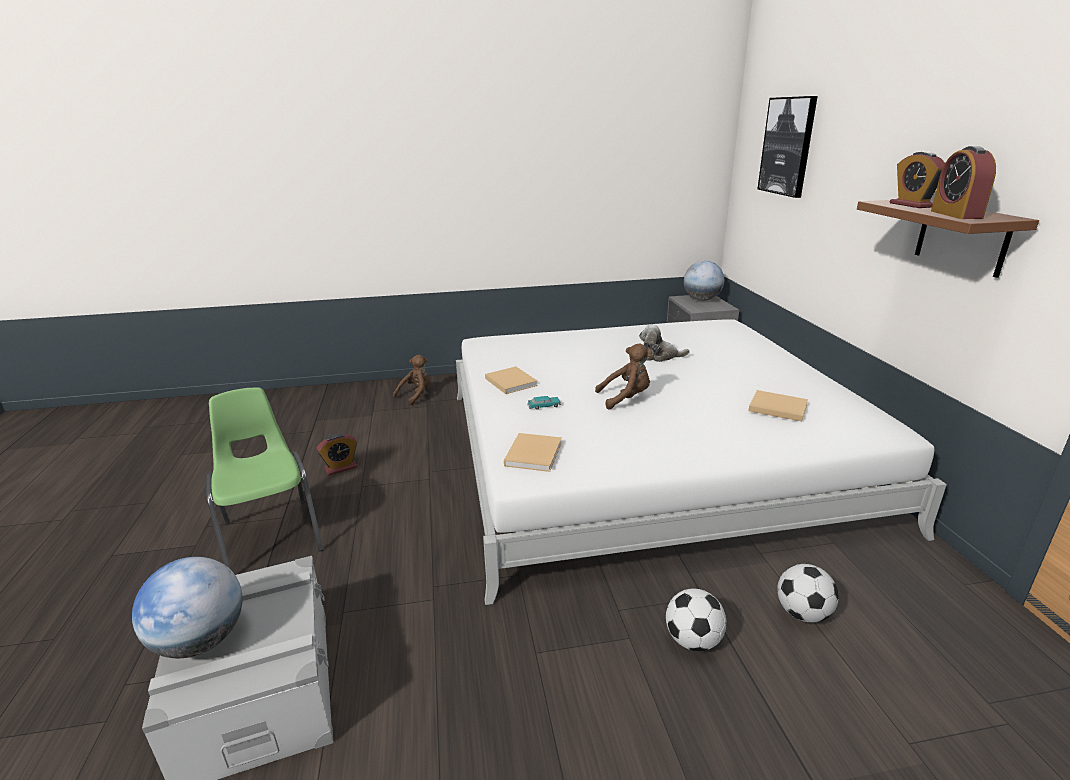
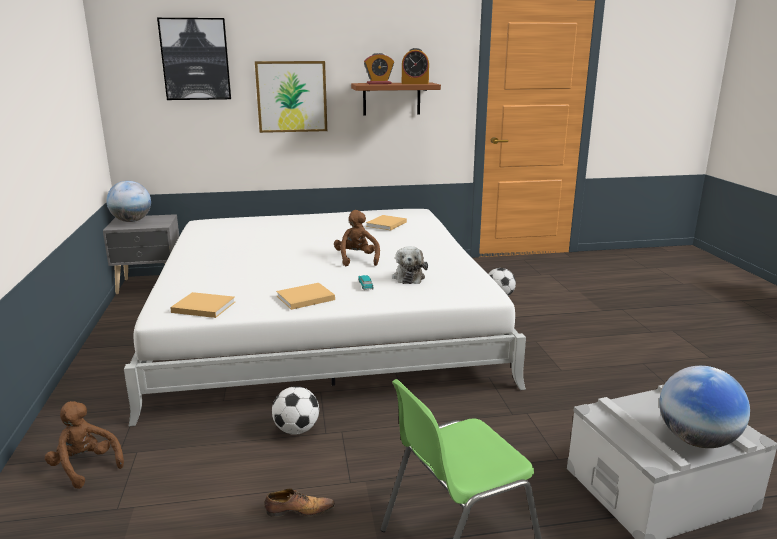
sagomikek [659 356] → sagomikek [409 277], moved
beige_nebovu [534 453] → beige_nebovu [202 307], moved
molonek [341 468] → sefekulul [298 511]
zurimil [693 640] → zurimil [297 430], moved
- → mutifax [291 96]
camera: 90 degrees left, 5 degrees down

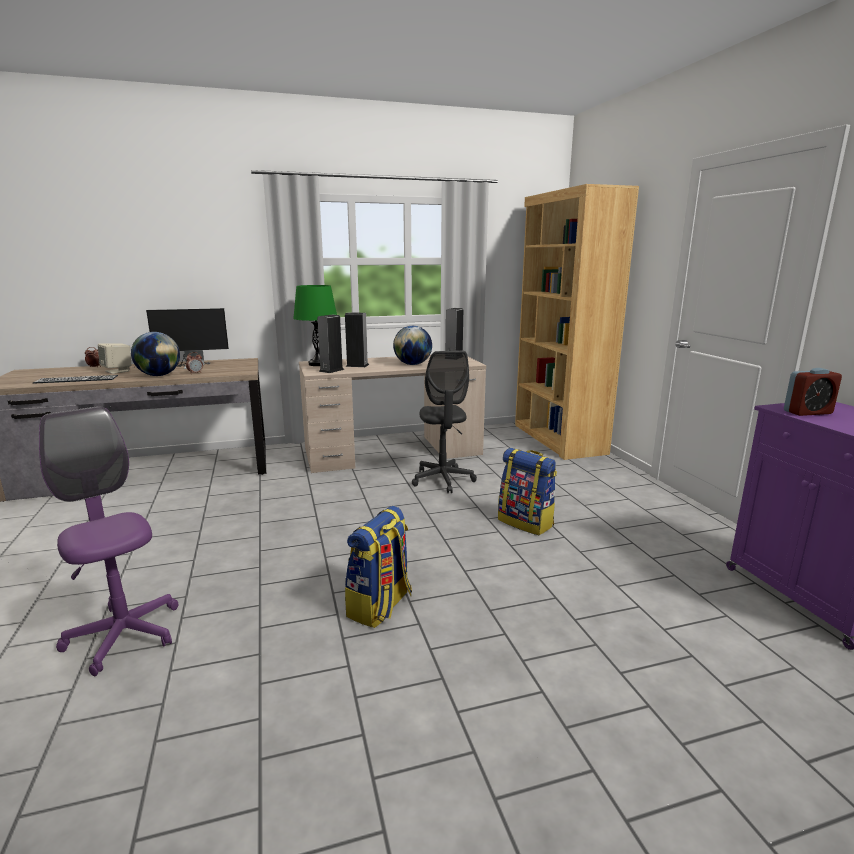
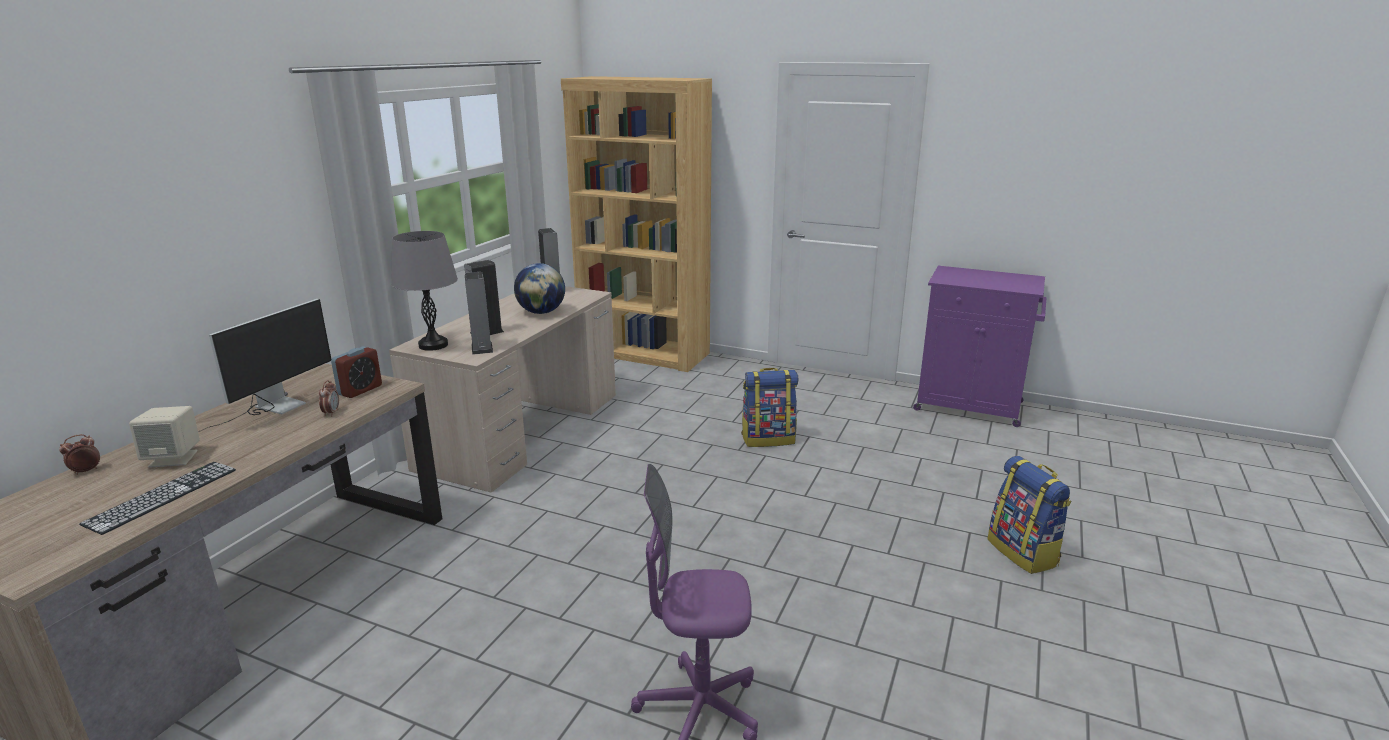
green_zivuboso [318 364] → grey_zivuboso [433 345]
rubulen [159 375] → -
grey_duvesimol [443 480] → -
molonek [807 412] → molonek [360 390], moved
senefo [380 606] → senefo [1023 553], moved
camera: 50 degrees left, 5 degrees up

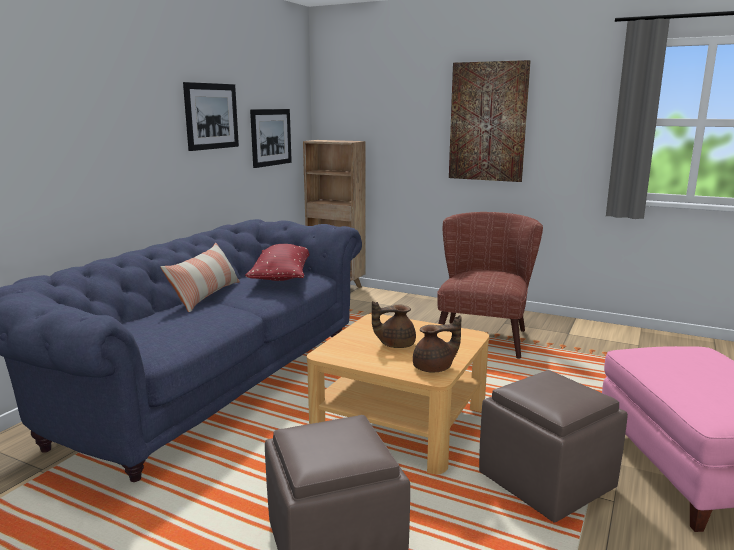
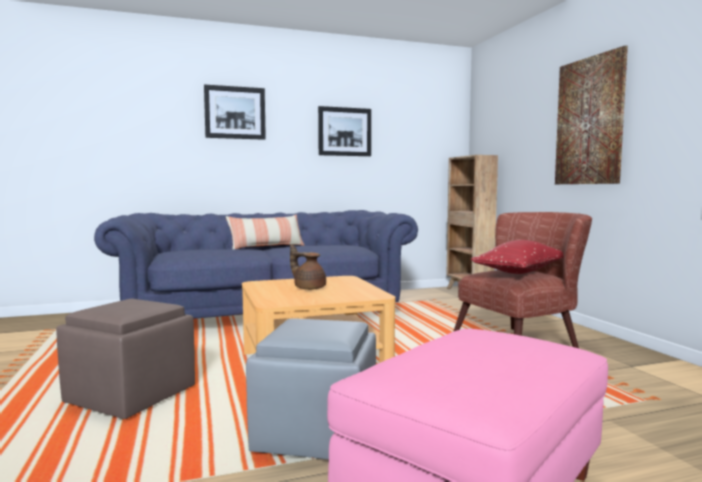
mutifax [271 137] → mutifax [235 112], moved
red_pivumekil [282 276] → red_pivumekil [520 272], moved
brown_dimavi [434 368] → -
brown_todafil [548 482] → grey_todafil [317 434]
camera: 45 degrees right, 10 degrees down

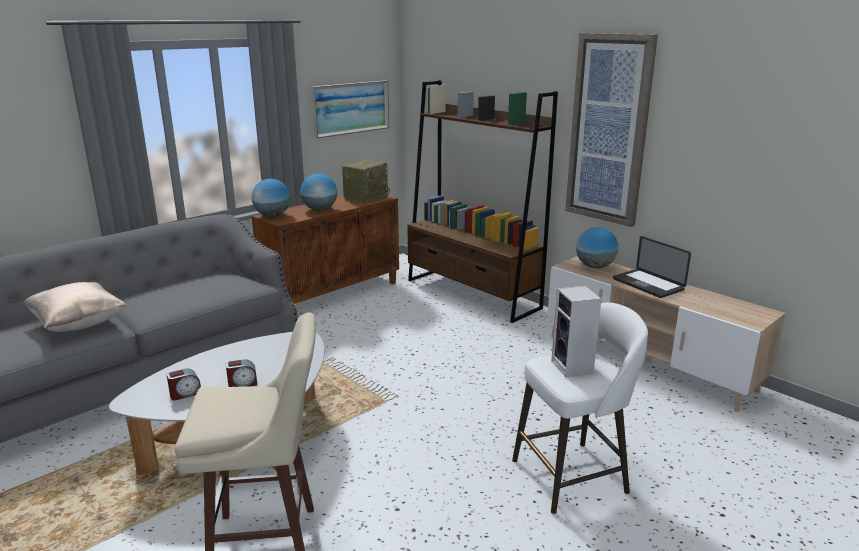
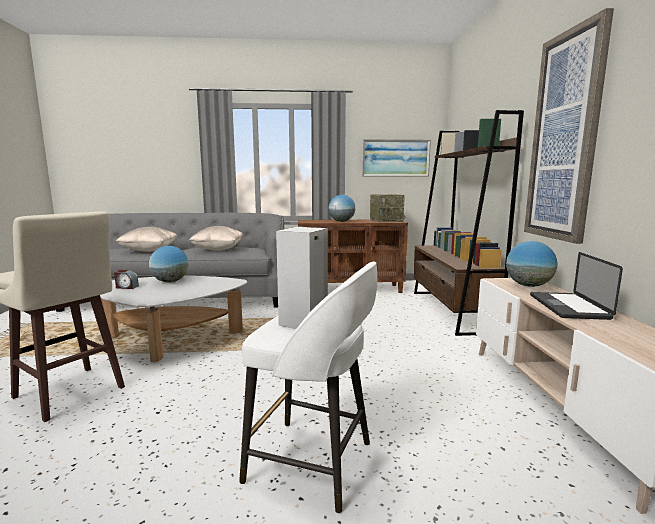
rubulen [272 216] → rubulen [170 281], moved
molonek [242 383] → -
- → beige_pivumekil [218 249]
camera: 40 degrees right, 10 degrees down

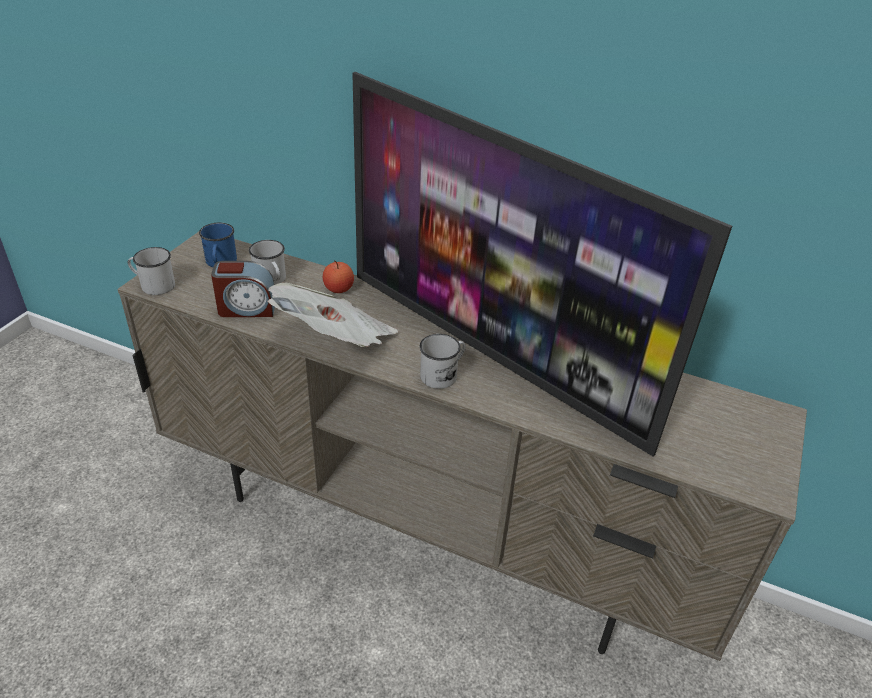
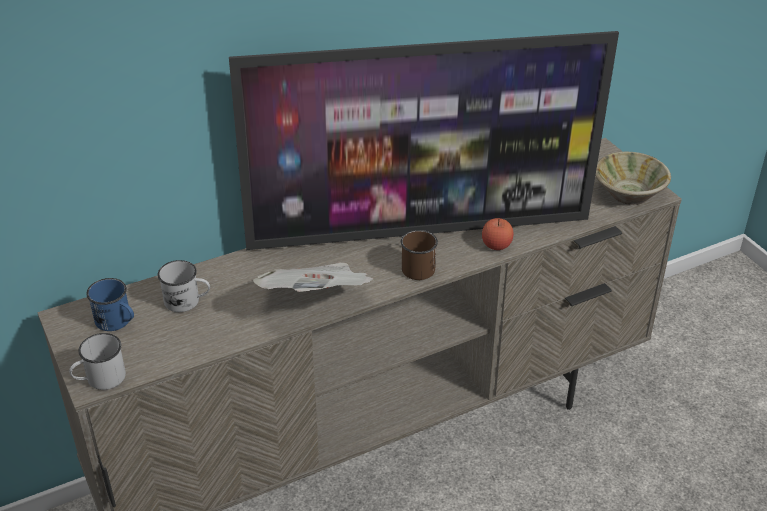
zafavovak [338 289] → zafavovak [496 245], moved
molonek [246 308] → -
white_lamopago [443 374] → brown_lamopago [418 266]
- → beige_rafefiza [628 193]
camera: 50 degrees left, 0 degrees up

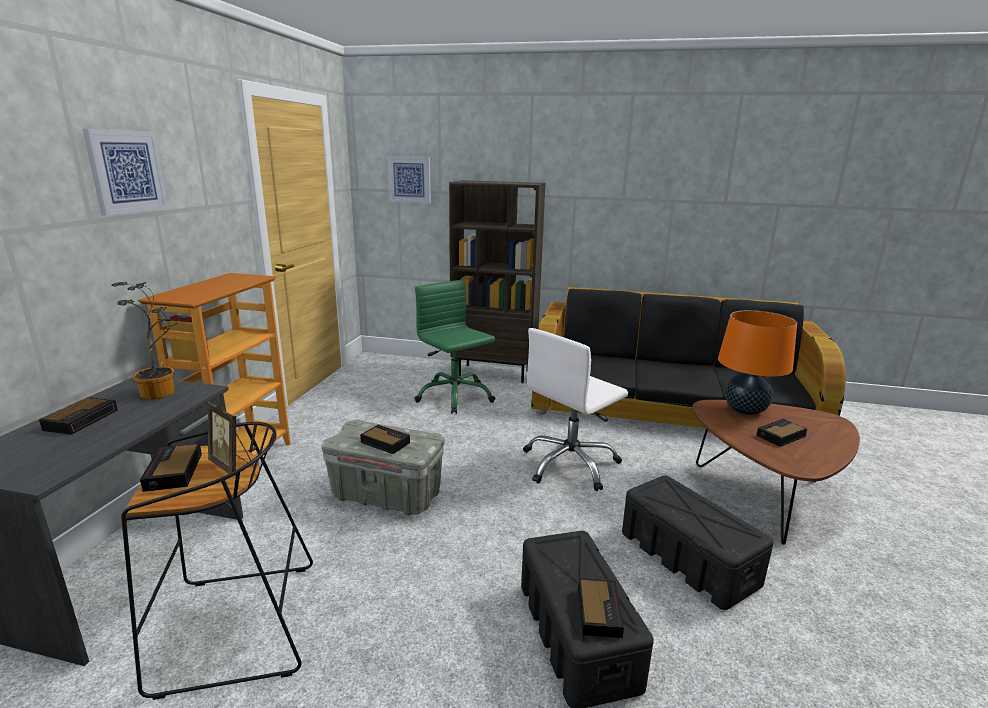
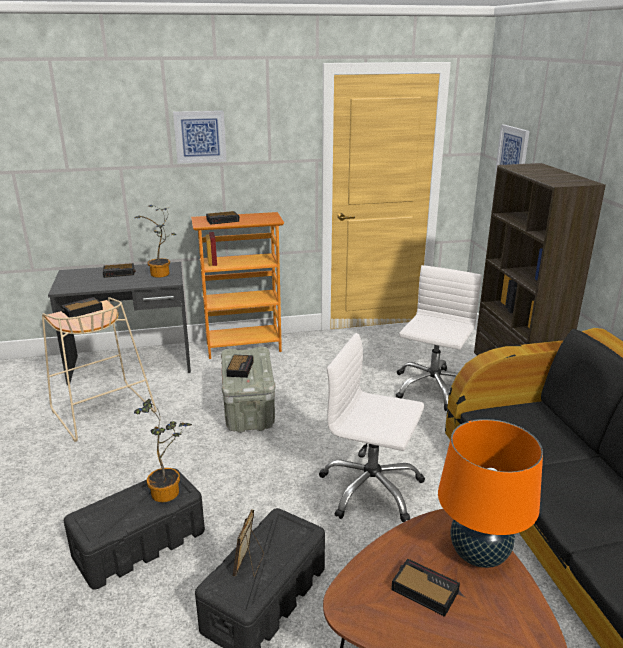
green_duvesimol [454 396] → white_duvesimol [432 388]
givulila [232 465] → givulila [249 564], moved
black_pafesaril [234 628] → beige_pafesaril [101 411]
molonek [599 610] → molonek [223 220], moved
- → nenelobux [169 491]
camera: 65 degrees right, 5 degrees up

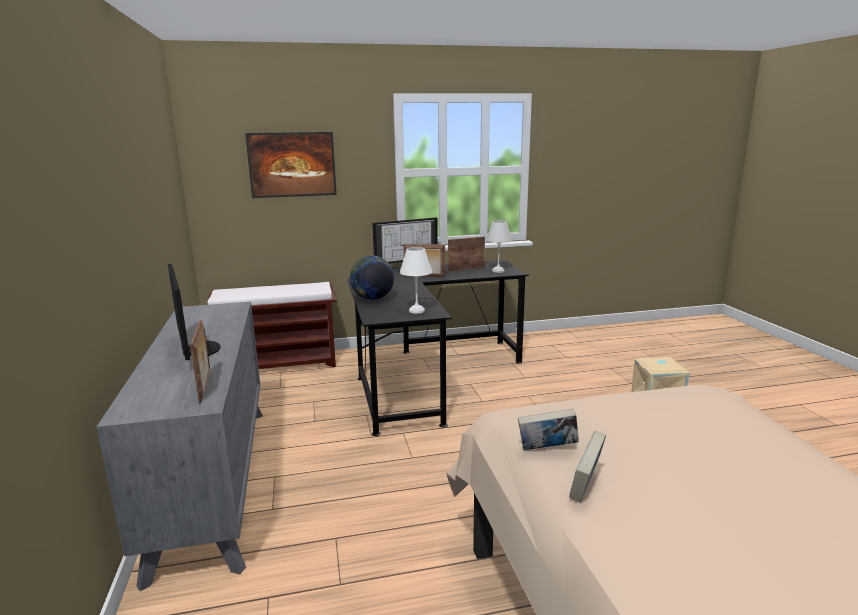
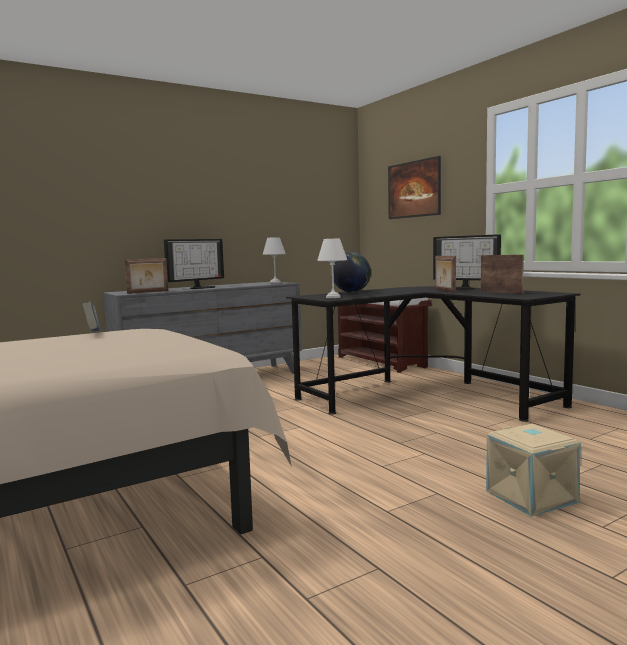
white_zivuboso [498 271] → white_zivuboso [275 283], moved
nebovu [585 487] → -
camera: 70 degrees right, 10 degrees down

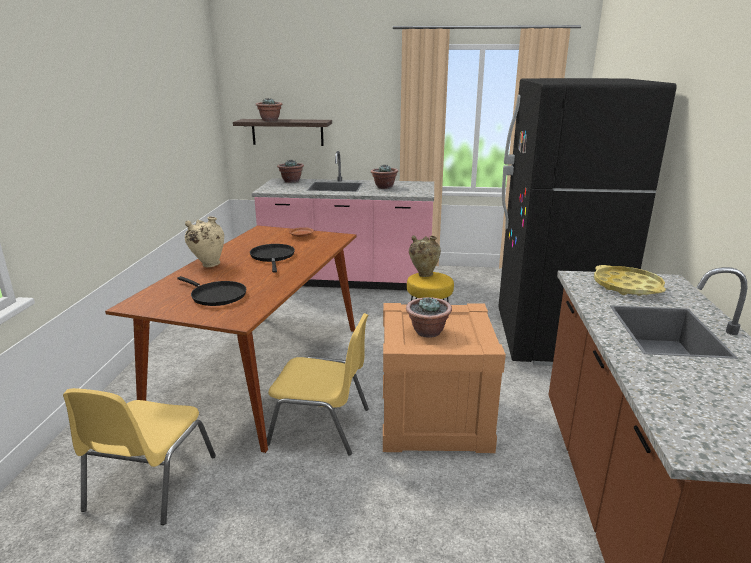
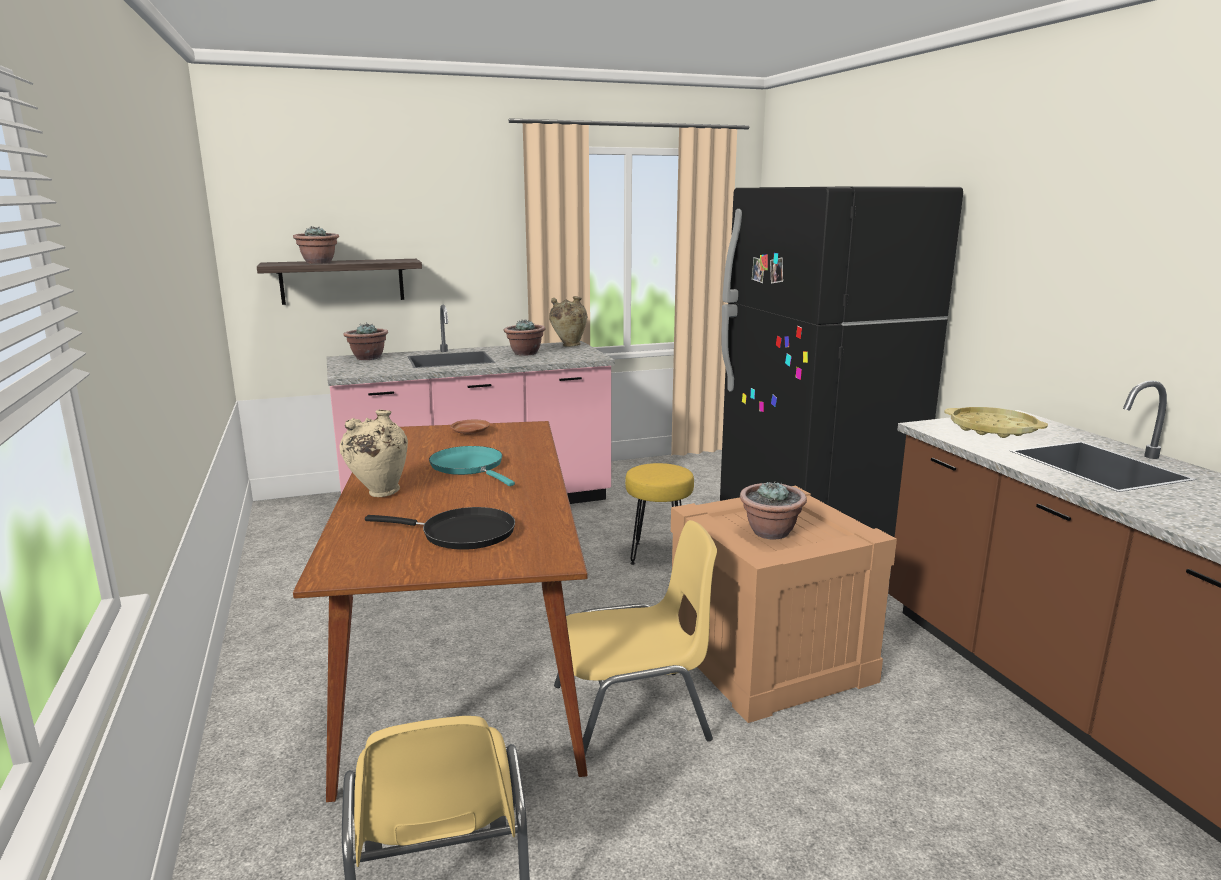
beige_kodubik [424 274] → beige_kodubik [568 345], moved
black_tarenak [273 257] → turquoise_tarenak [469 467]
camera: 25 degrees left, 5 degrees down

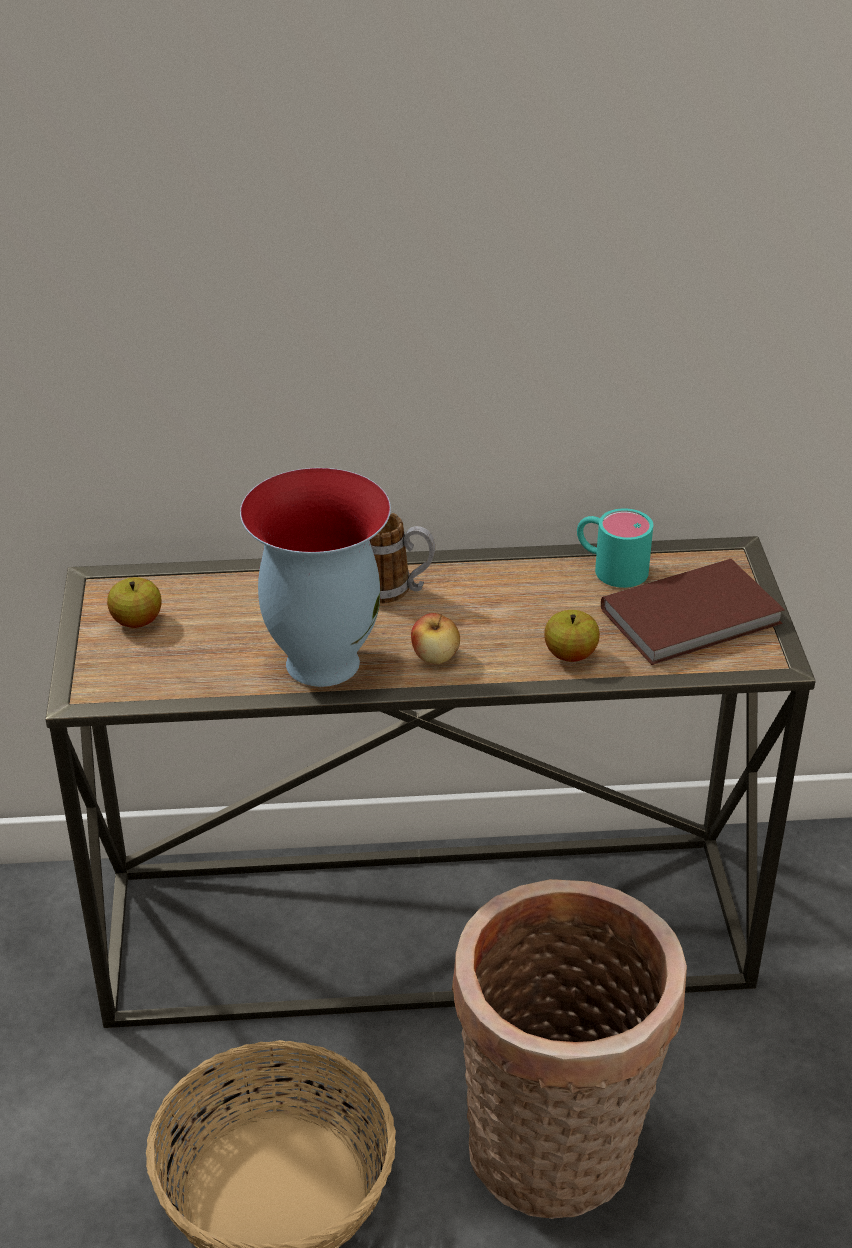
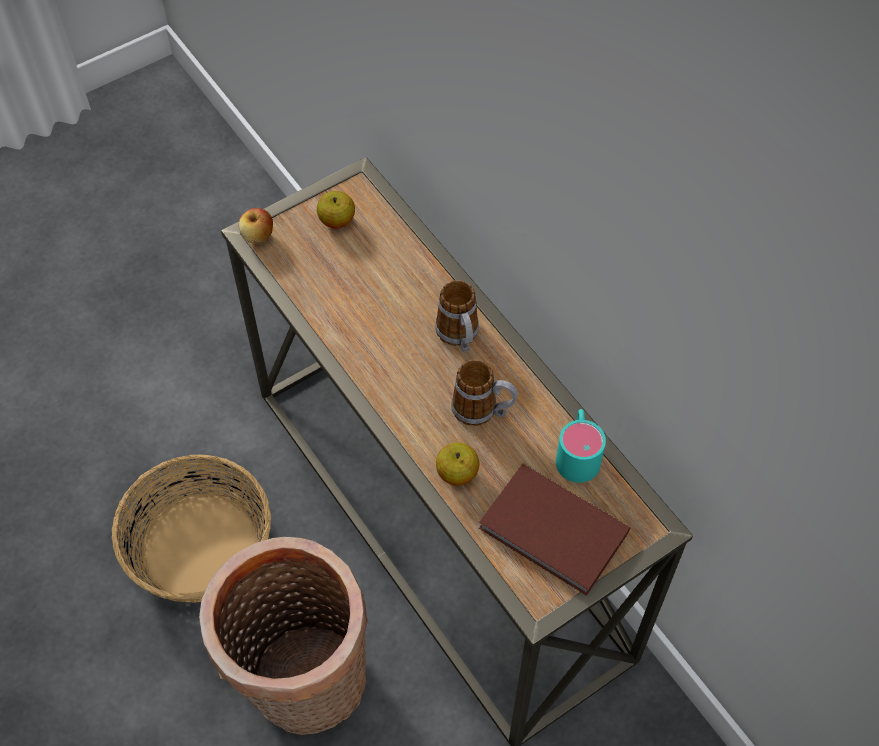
kodubik [320 661] → -
zafavovak [435 656] → zafavovak [258 236], moved
- → lamopago [483 410]
camera: 60 degrees right, 20 degrees up

